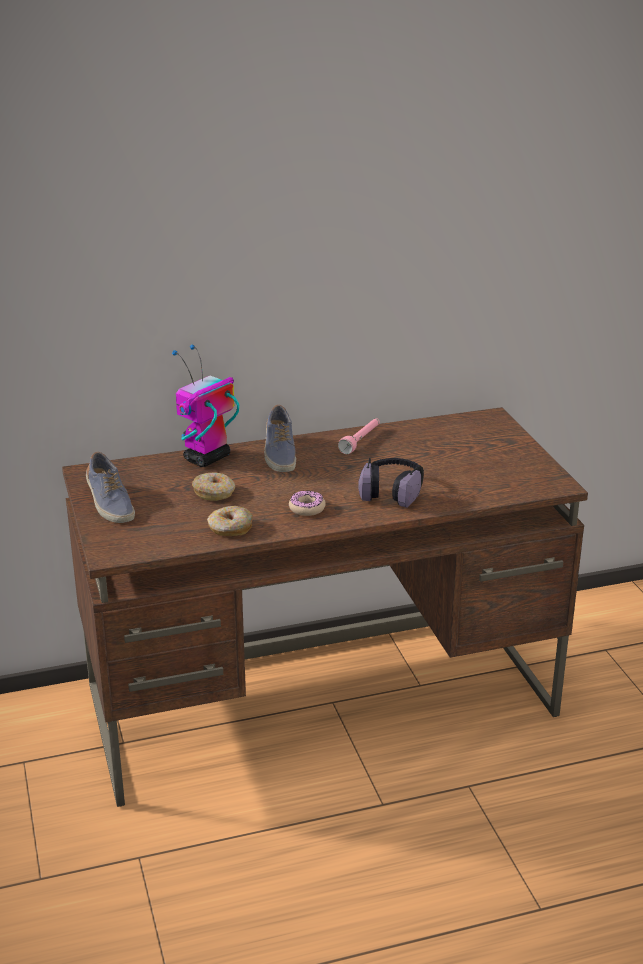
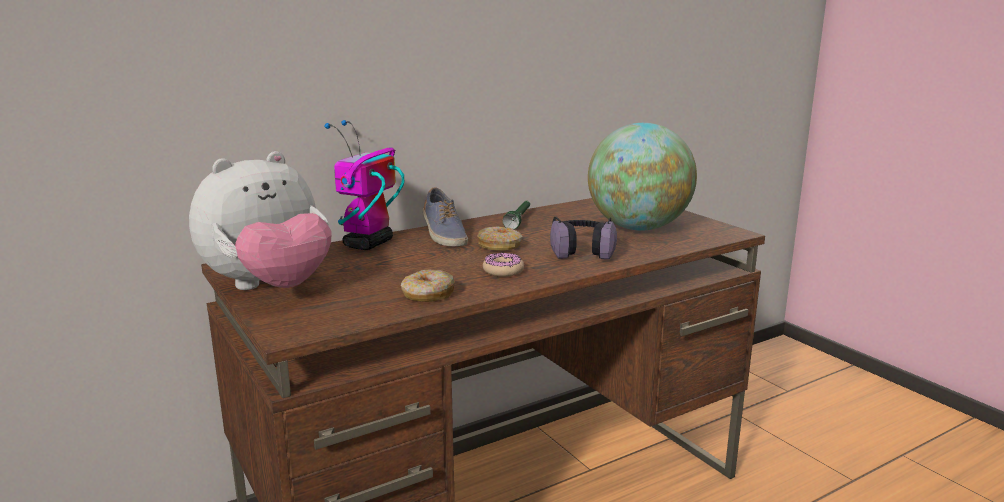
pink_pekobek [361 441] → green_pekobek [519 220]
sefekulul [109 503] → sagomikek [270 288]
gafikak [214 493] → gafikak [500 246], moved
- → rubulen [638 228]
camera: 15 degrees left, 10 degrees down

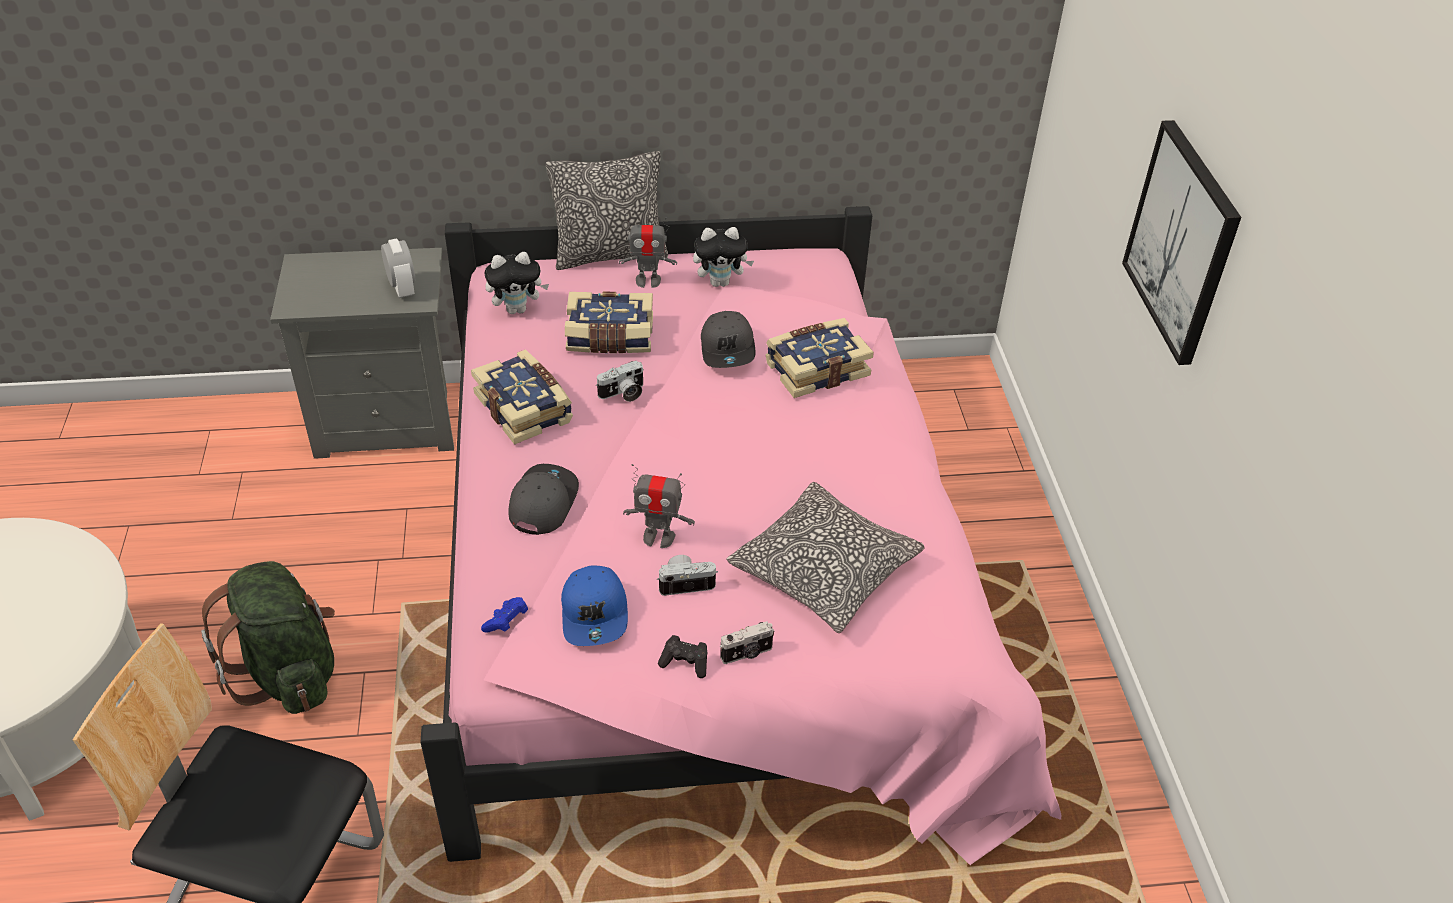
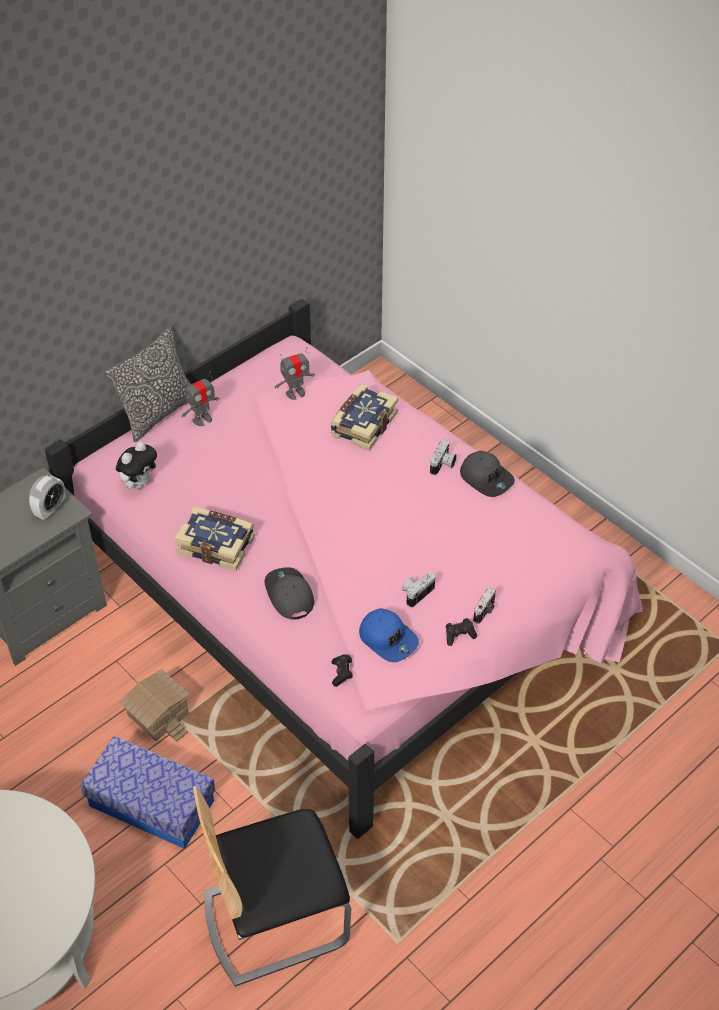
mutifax [1182 242] → -
sagomikek [721 282] → -
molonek [402 288] → molonek [50 509], 90 degrees clockwise
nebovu [610 337] → -
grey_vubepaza [728 349] → grey_vubepaza [486 478], moved
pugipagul [623 394] → pugipagul [443 465], moved
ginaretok [658 537] → ginaretok [295 393], moved
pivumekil [824 569] → -
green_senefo [289 672] → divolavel [151 803]
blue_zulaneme [506 622] → black_zulaneme [341 673]
- → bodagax [157 715]
camera: 35 degrees left, 5 degrees up

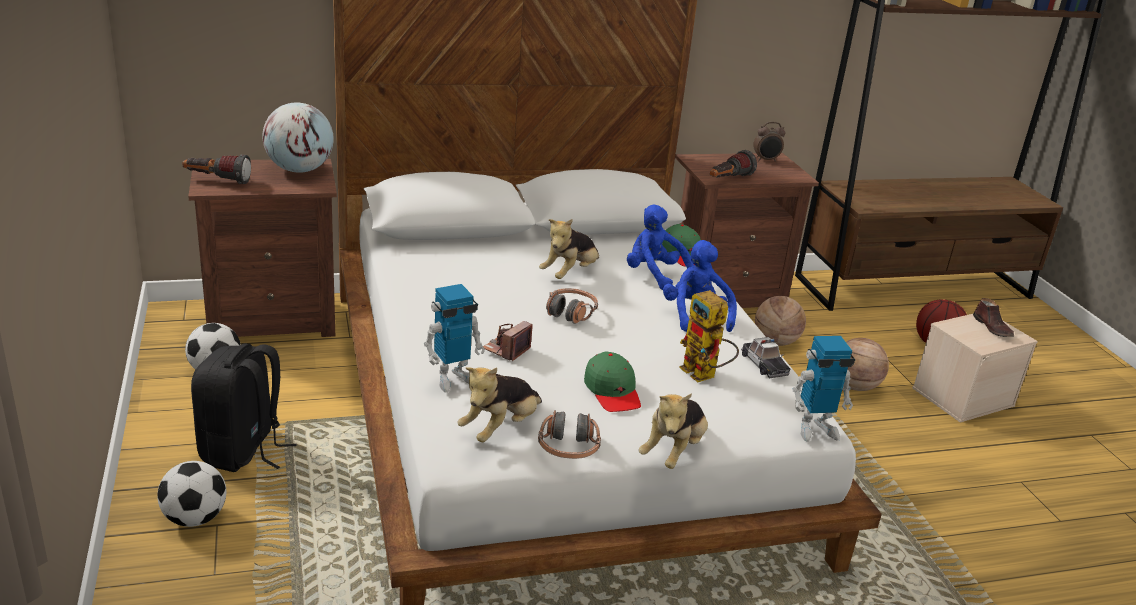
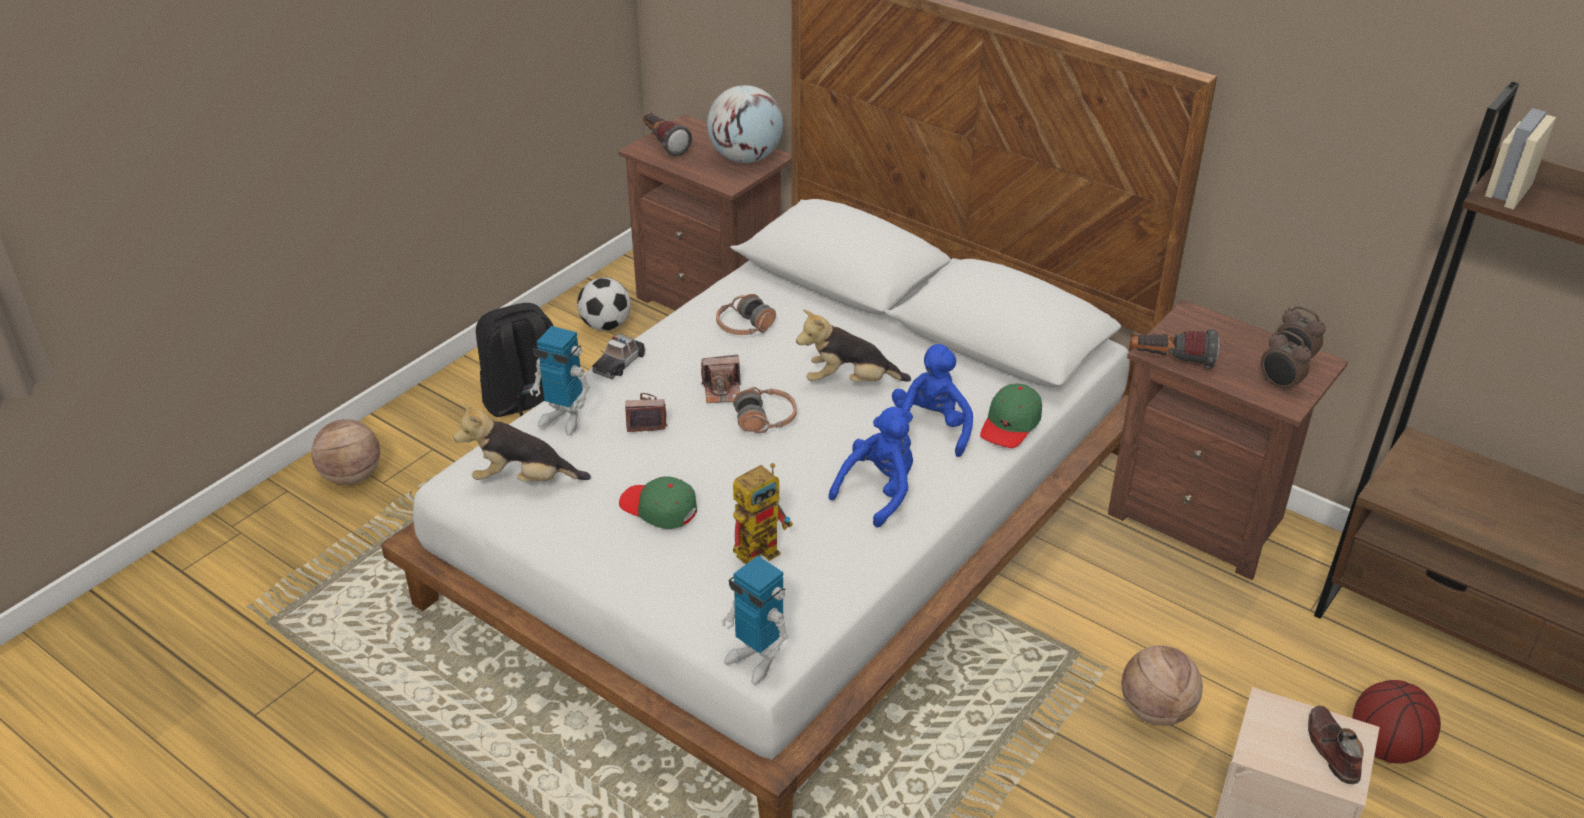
ginaretok [704 375] → ginaretok [763 548], 150 degrees counterclockwise
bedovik [775 342] → bedovik [351 477], moved
brown_sefekulul [993 328] → brown_sefekulul [1331 749], 135 degrees clockwise
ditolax [764 364] → ditolax [619 362], moved
green_vubepaza [612 391] → green_vubepaza [659 508], 90 degrees clockwise
sagomikek [673 451] → -
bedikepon [568 448] → bedikepon [744 327], moved
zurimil [195 518] → -
- → molonek [1279 385]
- → pugipagul [722 391]
camera: 55 degrees right, 10 degrees up

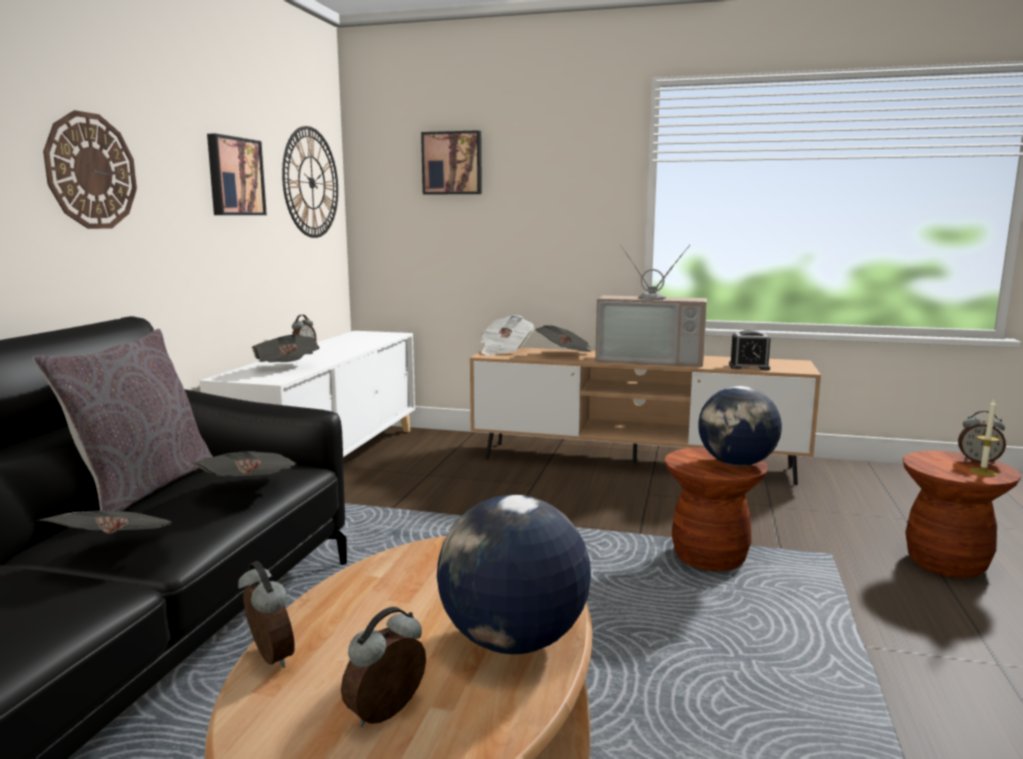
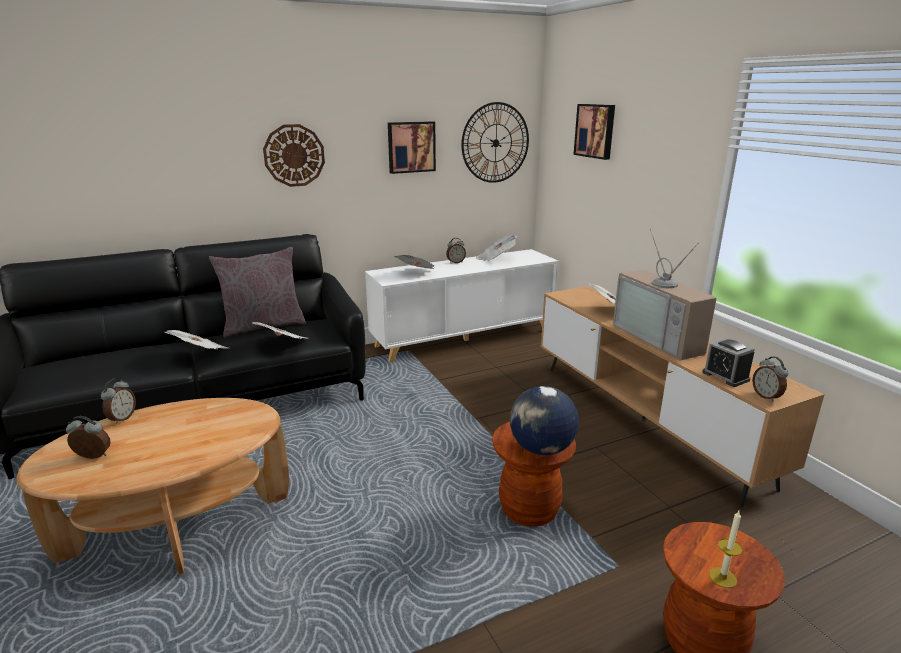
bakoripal [504 350] → bakoripal [496 258], moved
molonek [978 461] → molonek [766 396], moved
rubulen [512 641] → -
camera: 50 degrees right, 10 degrees up

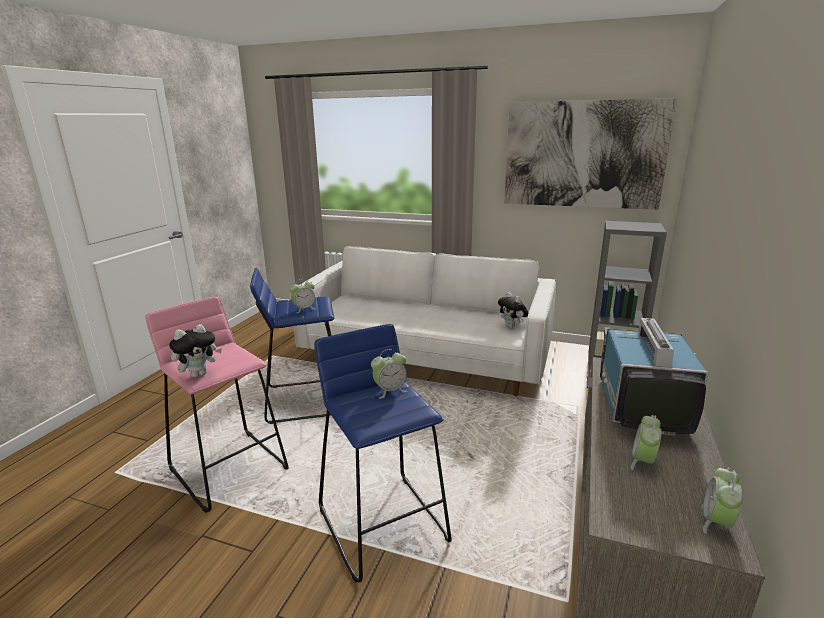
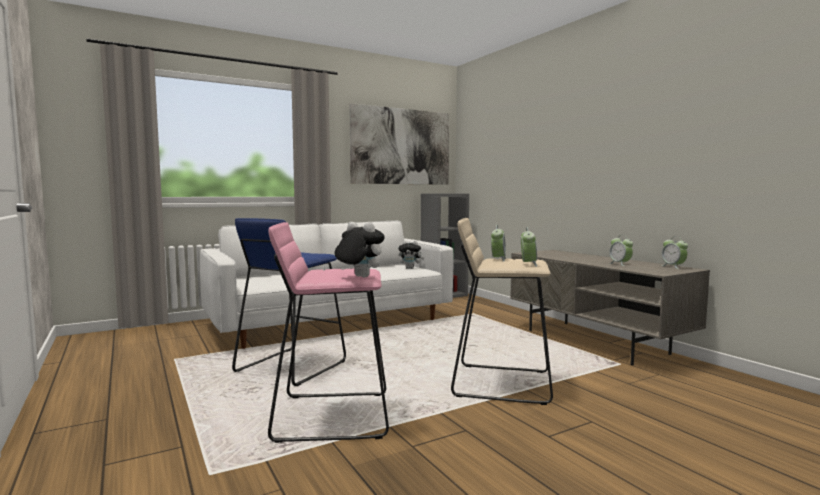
molonek [304 309] → molonek [528 264], moved
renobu [641 404] → -
sagomikek [199 374] → sagomikek [359 277], 60 degrees counterclockwise
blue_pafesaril [383 523] → beige_pafesaril [501 383]
camera: 50 degrees left, 15 degrees down

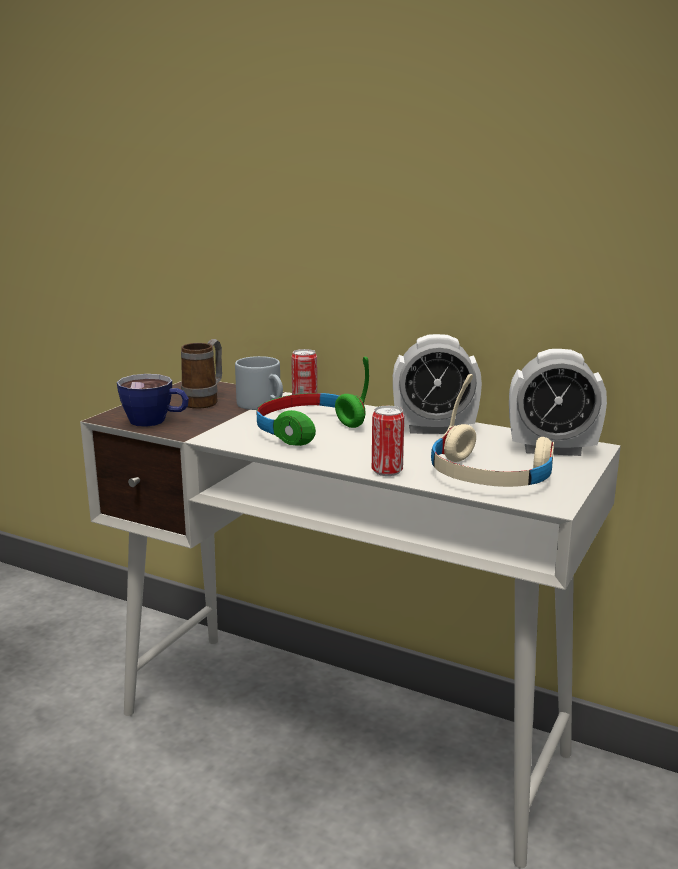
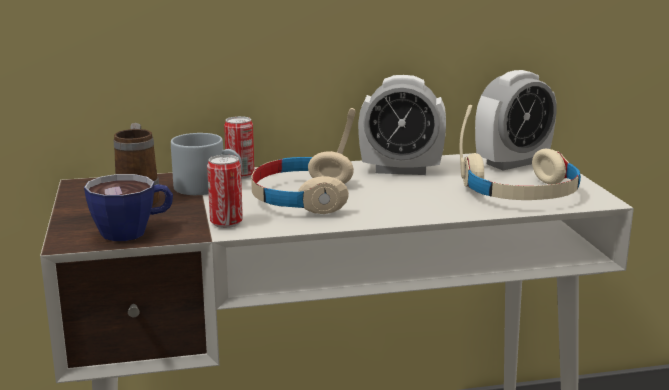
molonek [434 429] → molonek [401 170], 45 degrees clockwise
green_bedikepon [307 430] → beige_bedikepon [302 198]
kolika [387 471] → kolika [226 223], moved
camera: 40 degrees left, 0 degrees up

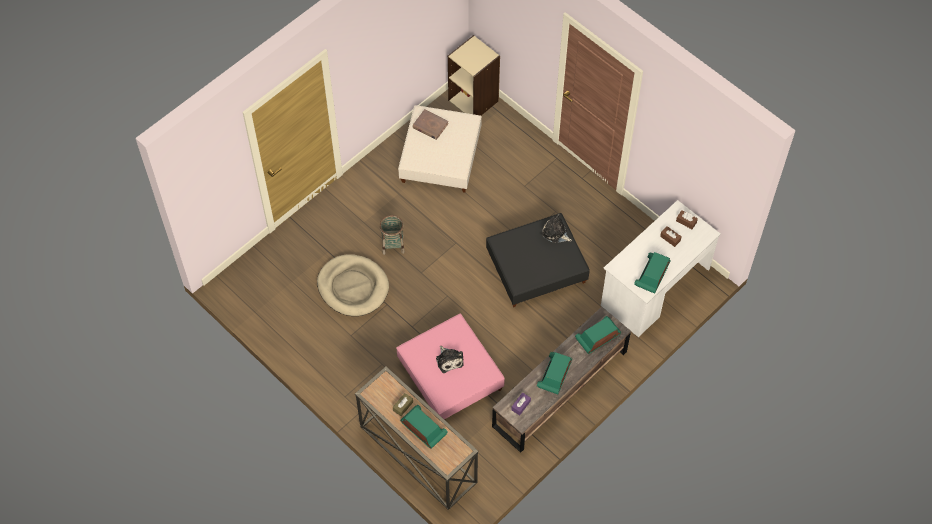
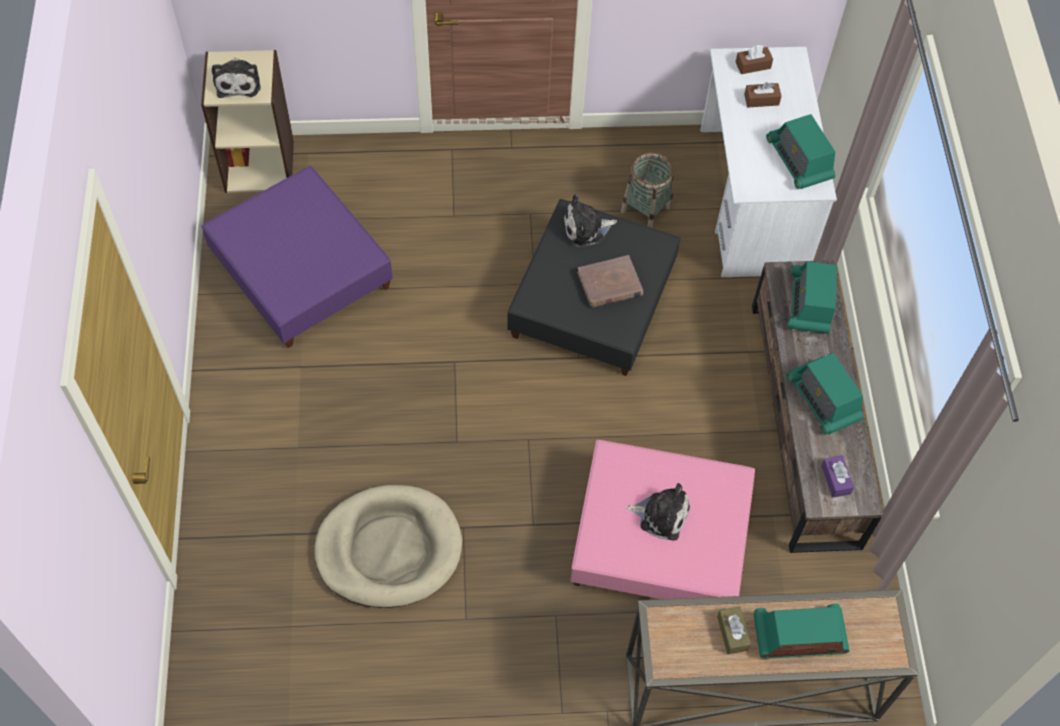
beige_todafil [441 157] → purple_todafil [301 271]
brown_nebovu [430 126] → brown_nebovu [610 284], moved
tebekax [393 244] → tebekax [646 209], moved
- → sagomikek [238 82]
camera: 50 degrees left, 0 degrees up

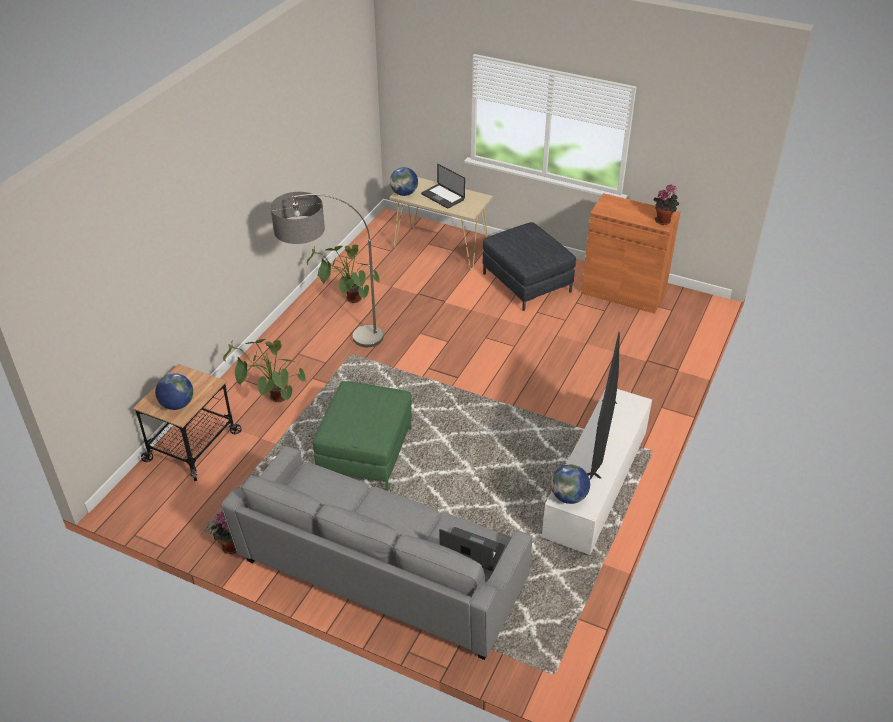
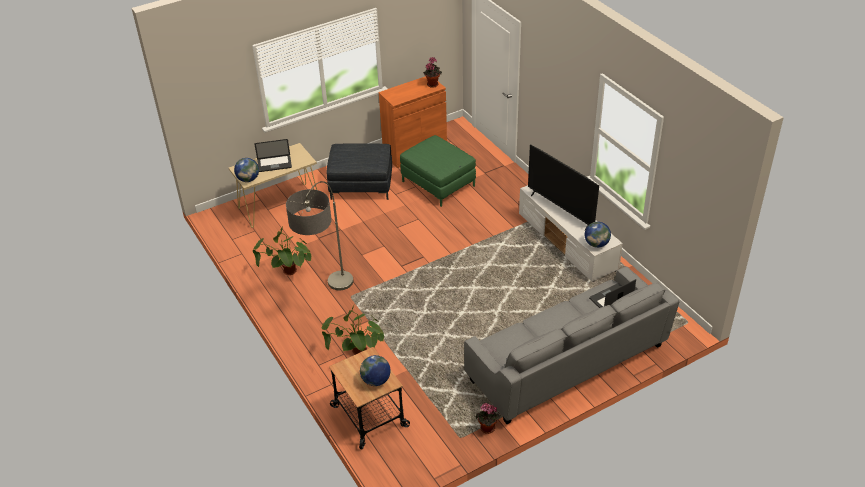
green_todafil [366 453] → green_todafil [438 183], moved
camera: 55 degrees left, 0 degrees up

